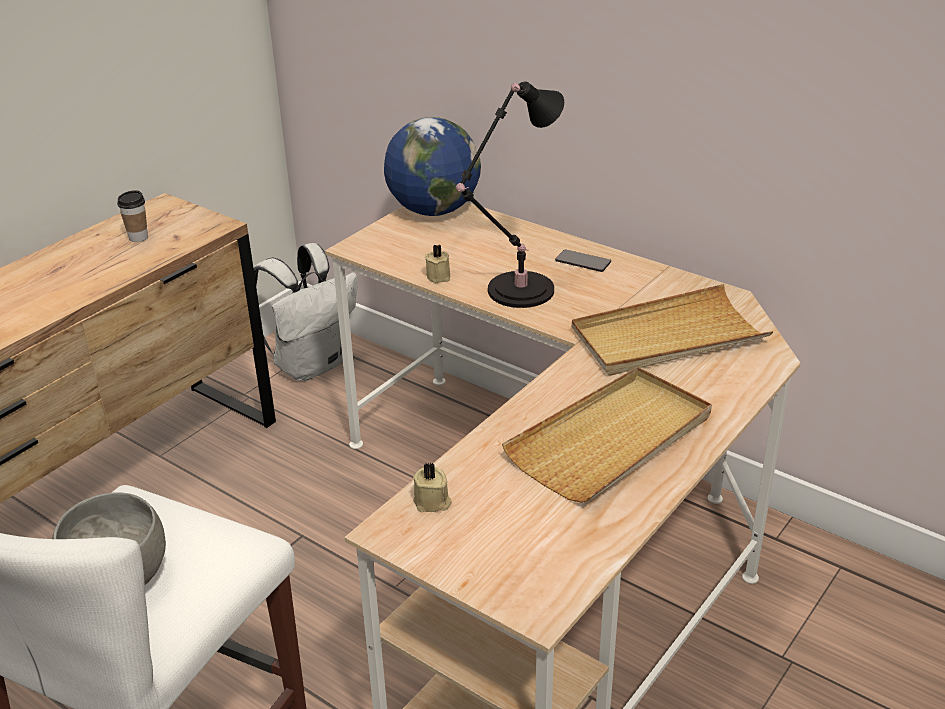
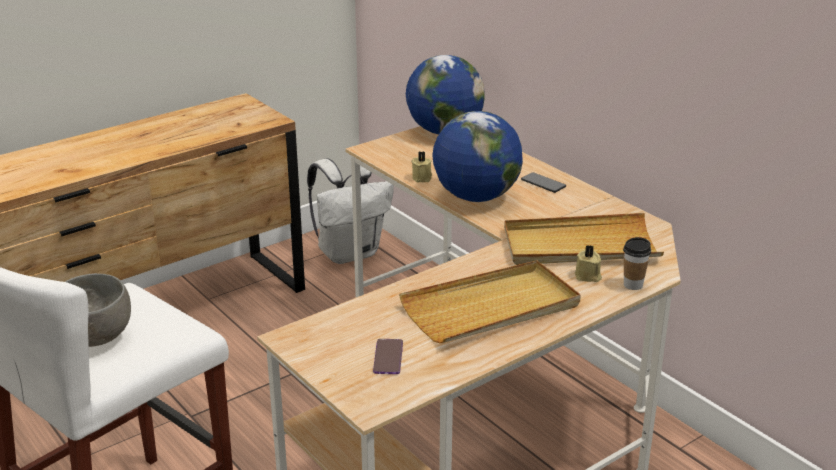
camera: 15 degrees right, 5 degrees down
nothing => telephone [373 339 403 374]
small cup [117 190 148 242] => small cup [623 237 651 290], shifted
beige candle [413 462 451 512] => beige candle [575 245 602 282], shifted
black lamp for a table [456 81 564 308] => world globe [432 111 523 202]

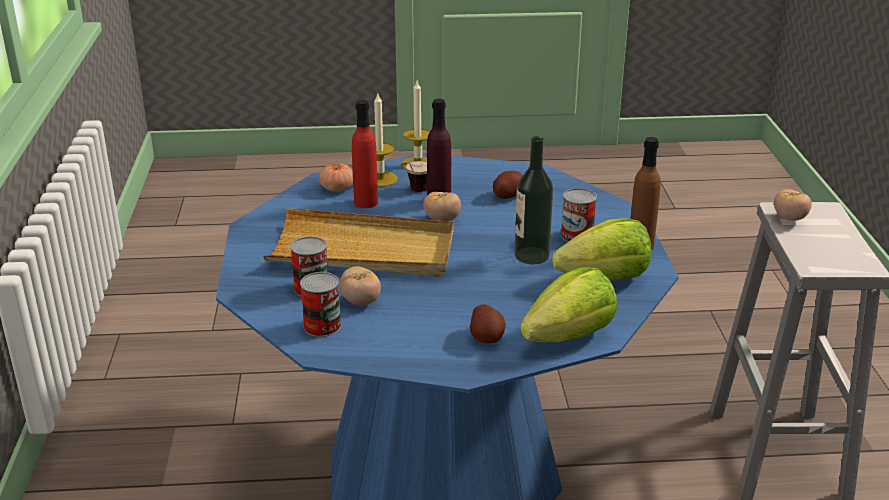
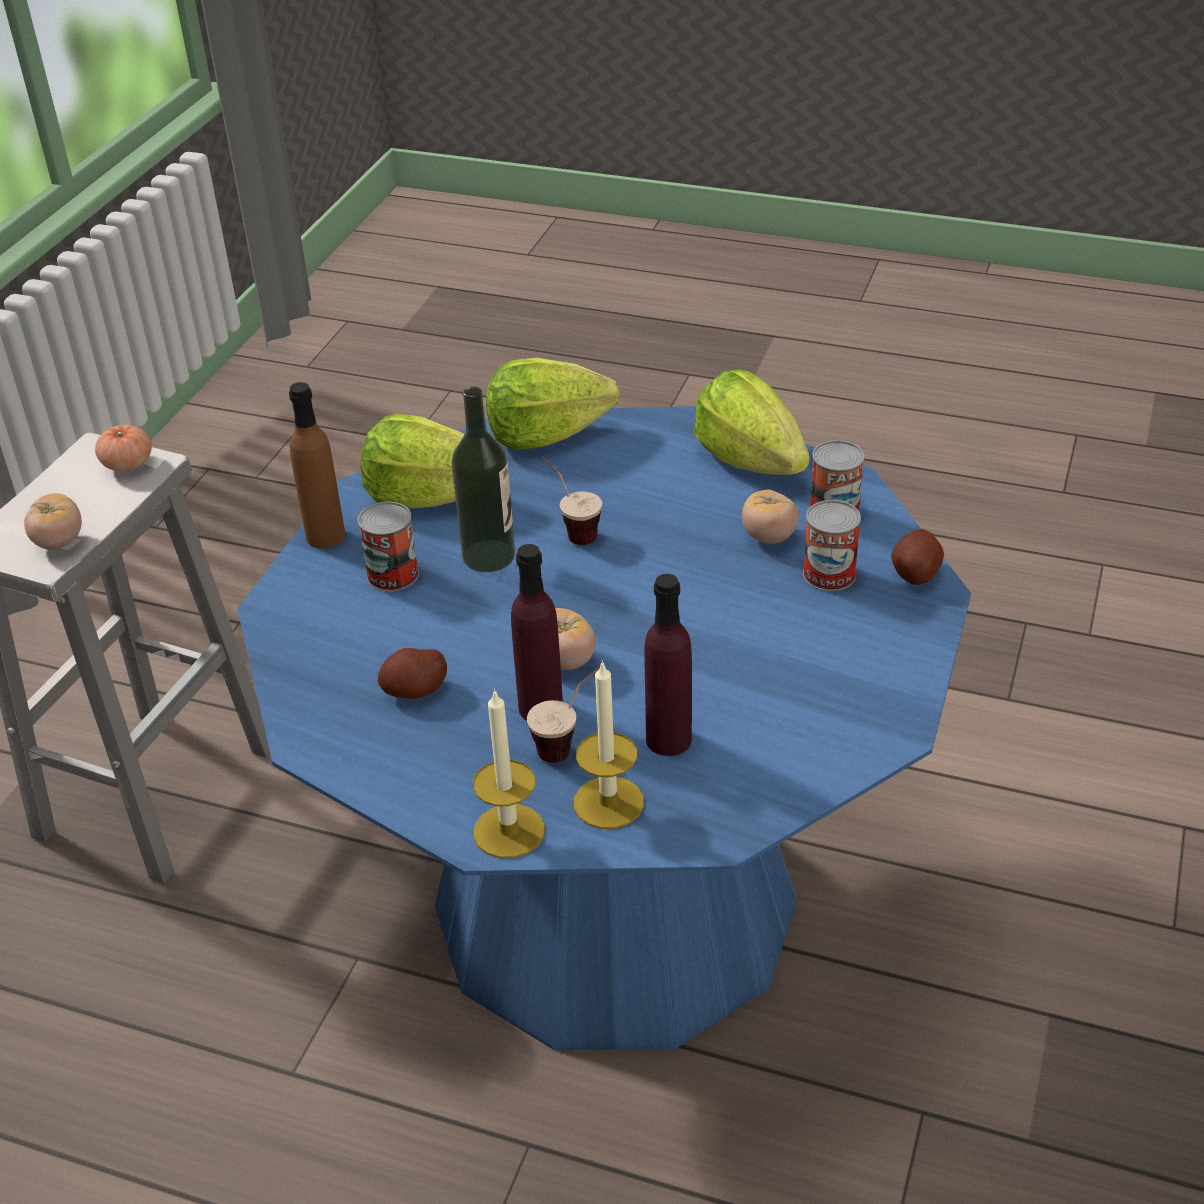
camera: 155 degrees left, 10 degrees up
beige serving tray [263 208 454 277] => nothing
nothing => small cup [542 456 602 545]
nothing => head of lettuce [693 369 810 475]
fresh tomato [319 163 353 192] => fresh tomato [95 425 152 471], shifted
spud [470 305 506 343] => spud [891 529 944 585], shifted
reddish bottle [352 100 378 208] => purple-coloured bottle [645 574 692 756]

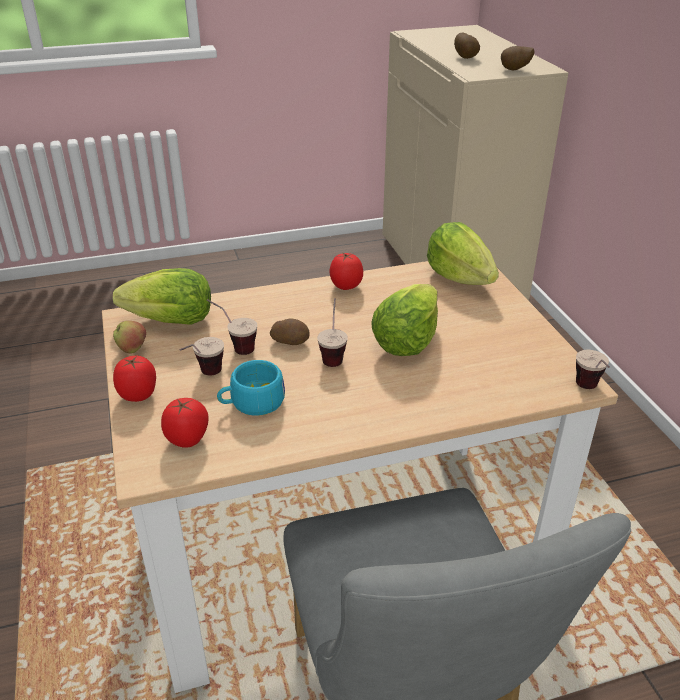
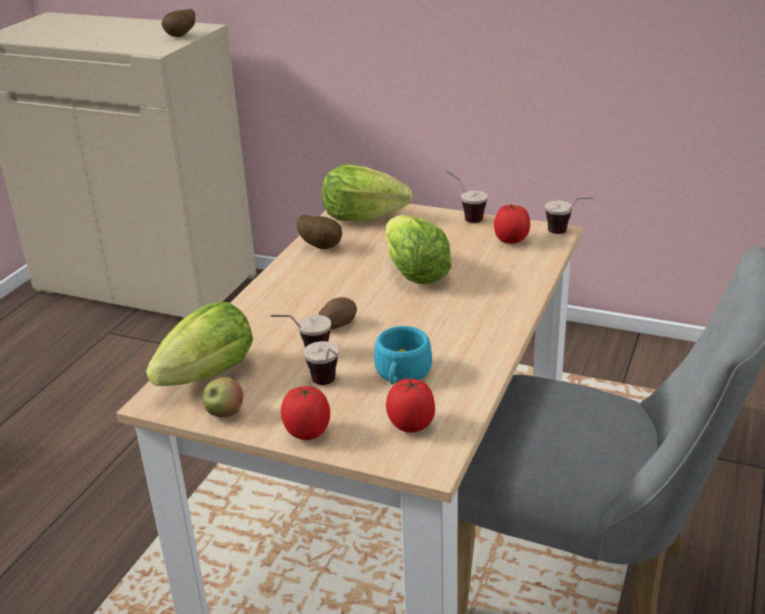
camera: 50 degrees left, 5 degrees down
small cup [317 298 348 367] => small cup [446 171 488 223], shifted
fresh tomato [329 252 363 290] => fresh tomato [494 204 530 244], shifted
spud [454 32 480 59] => spud [297 215 342 249], shifted

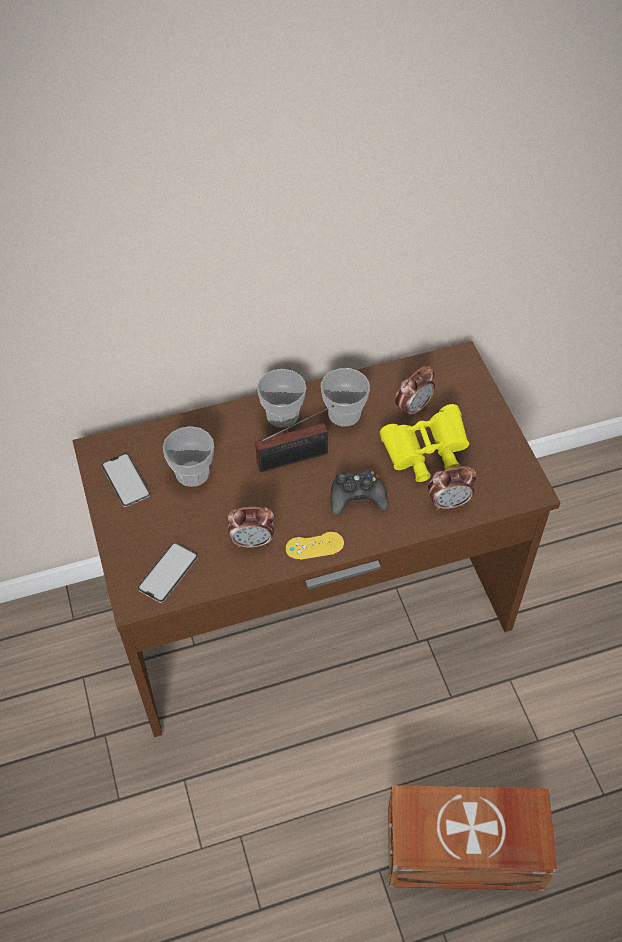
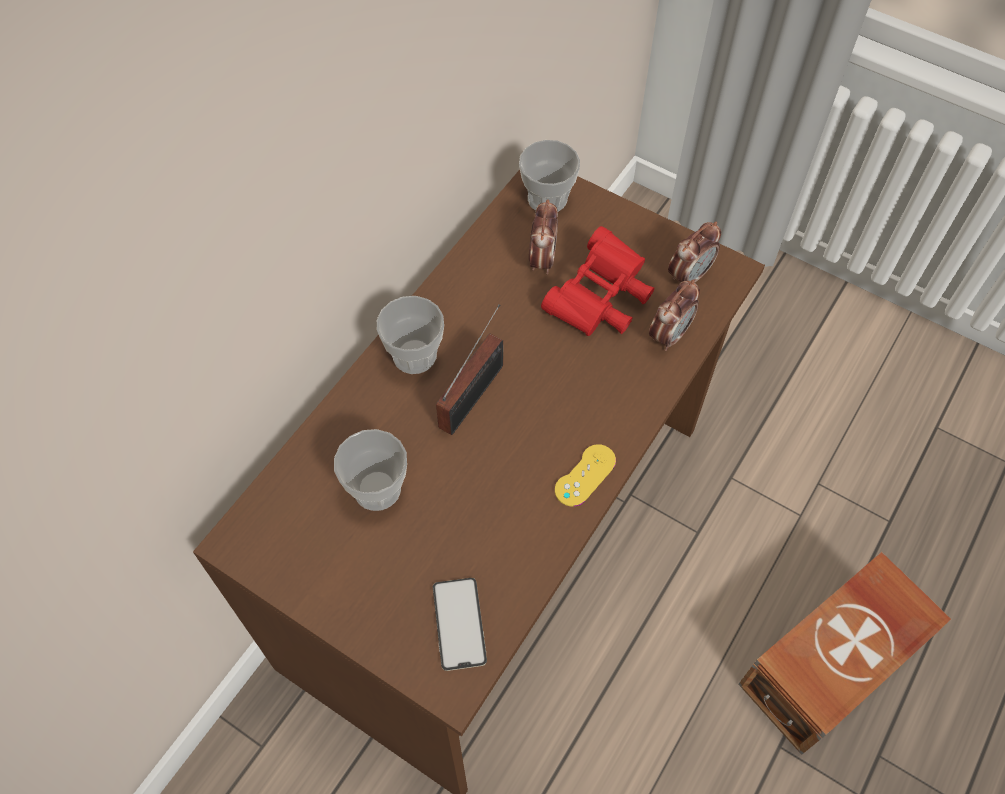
camera: 40 degrees left, 5 degrees up
telephone [101 453 151 507] => nothing
black game controller [330 470 389 515] => nothing
bedside clock [228 507 274 548] => bedside clock [668 221 721 282], shifted
small cup [321 368 370 426] => small cup [519 140 580 212], shifted
yellow pair of binoculars [380 404 469 482] => reddish pair of binoculars [541 226 654 336]

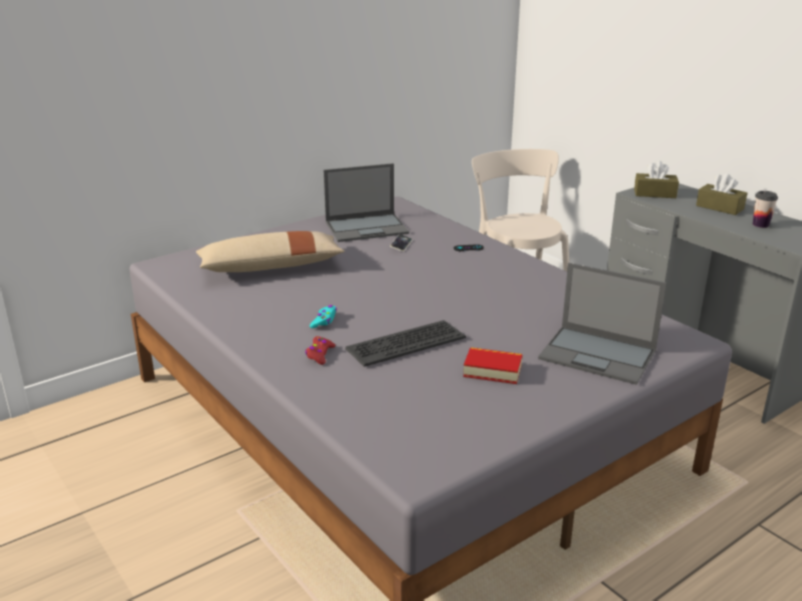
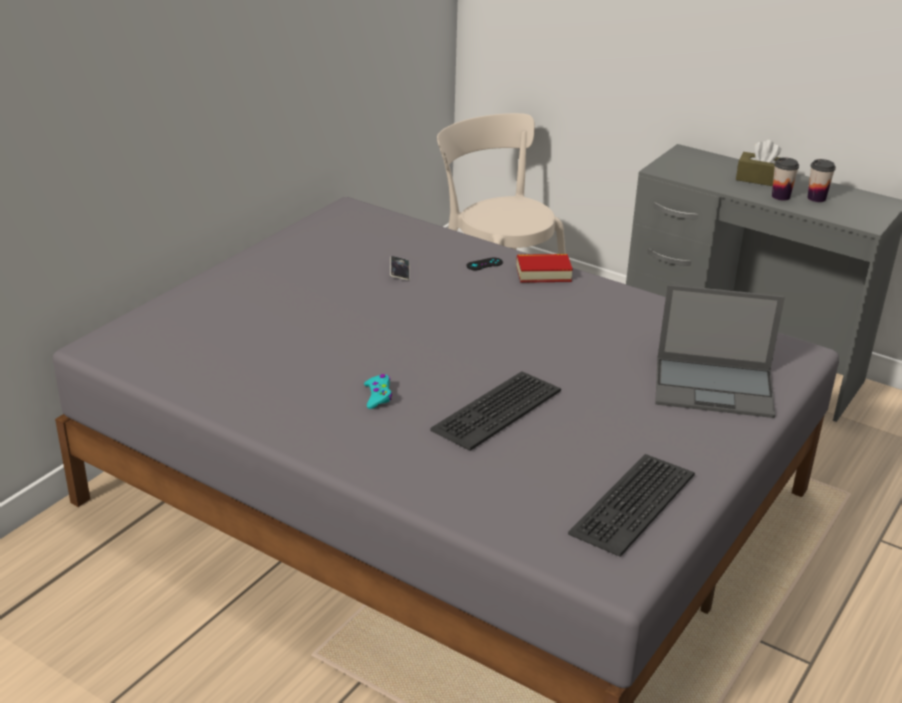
camera: 20 degrees left, 5 degrees up
beige cushion [196 231 345 272] => nothing
reddish game controller [305 336 335 365] => nothing
notebook computer [324 163 409 242] => nothing
brown tissue box [634 161 679 198] => nothing
nothing => PC keyboard [568 454 695 557]
nothing => small cup [772 157 799 201]
bound book [463 347 523 384] => bound book [516 254 573 283], shifted

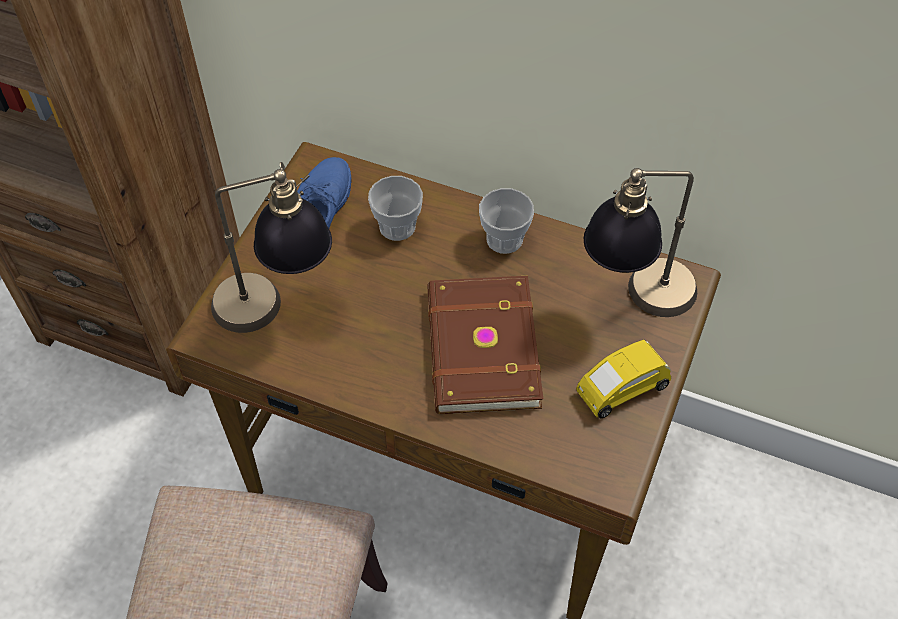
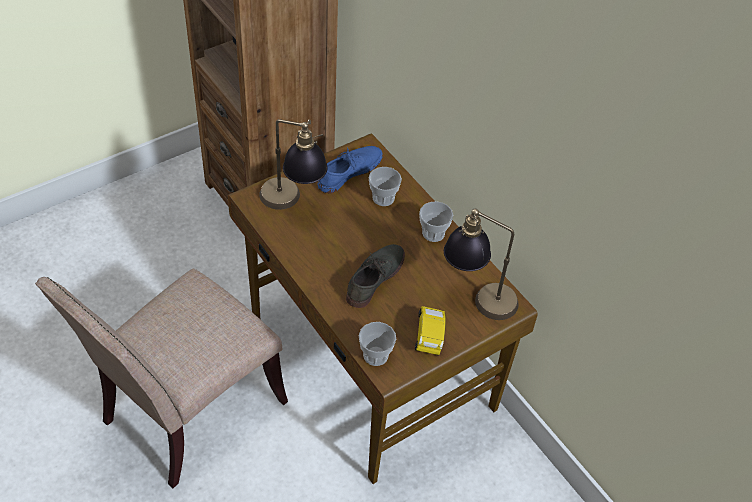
camera: 30 degrees right, 5 degrees down
nothing => small cup [359 322 396 366]
brown bound book [427 276 543 414] => gray item of footwear [346 244 405 308]
yellow toy car [576 339 671 418] => yellow toy car [415 306 446 356], 90 degrees clockwise

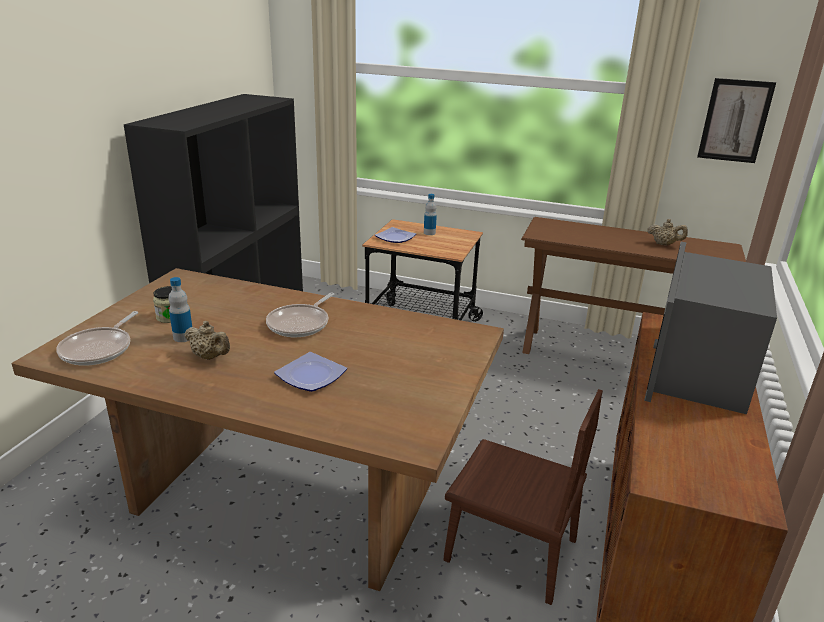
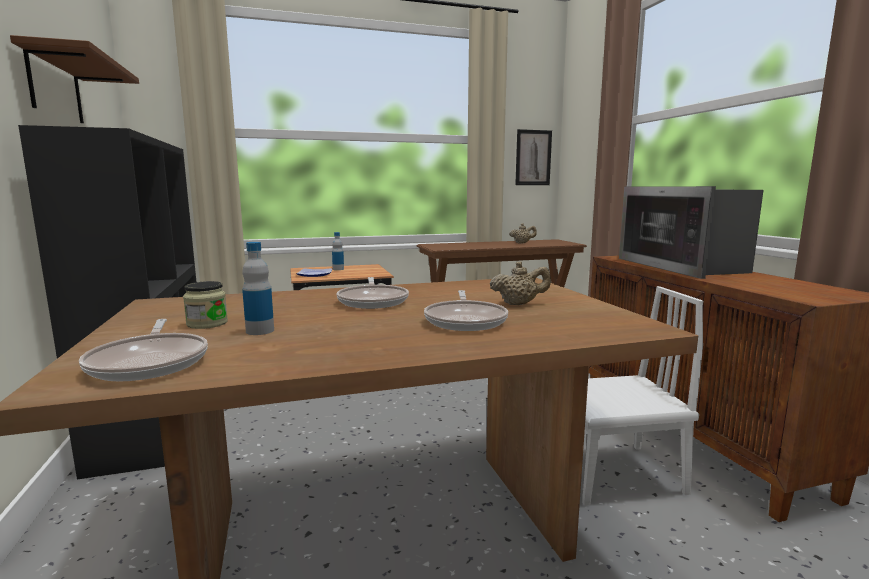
camera: 35 degrees left, 15 degrees down
nothing => brown bracket shelf [10 35 139 123]
beige tea pot [185 321 230 360] => beige tea pot [490 261 551 305], shifted
plate [274 352 347 392] => skillet [424 290 508 331]
brown chair [444 389 603 605] => white-coloured chair [582 286 703 506]

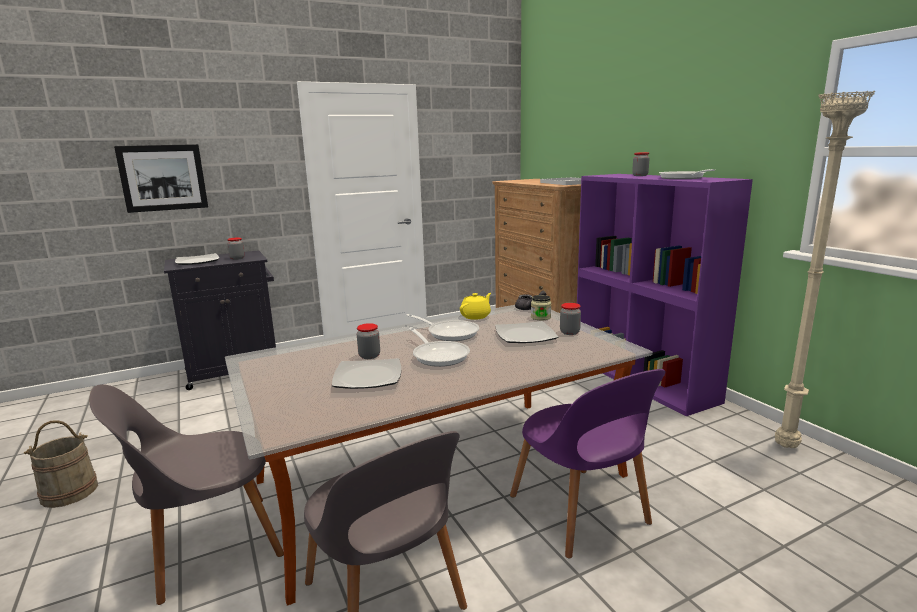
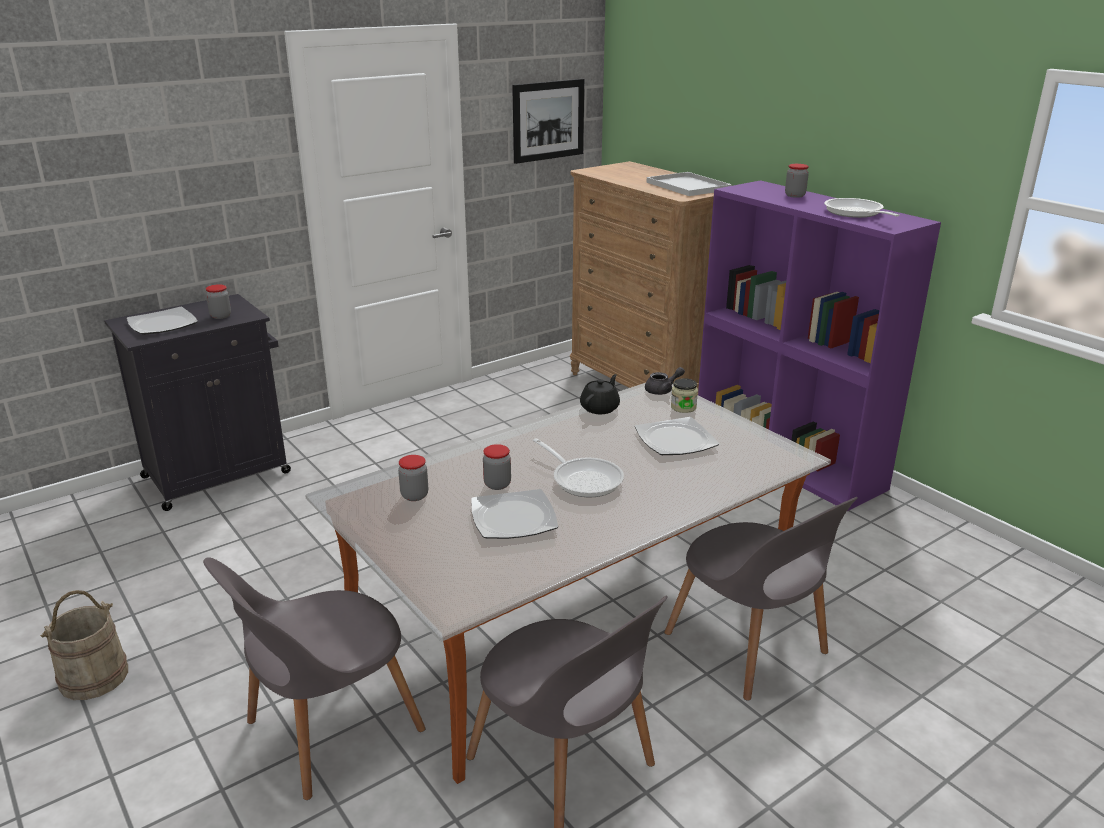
camera: 10 degrees left, 10 degrees up
skillet [406 314 479 341] => nothing
beige standard lamp [775 91 875 448] => nothing
wall picture [114 144 208 213] => wall picture [512 79 584 164], shifted
storage jar [560 303 581 335] => storage jar [398 455 428 501], shifted
yellow tea pot [460 293 491 320] => black tea pot [580 374 620 414]
purple-coloured chair [510 369 666 559] => gray chair [664 496 858 701]

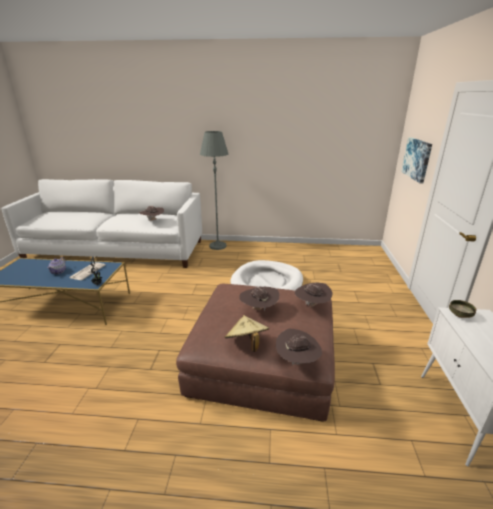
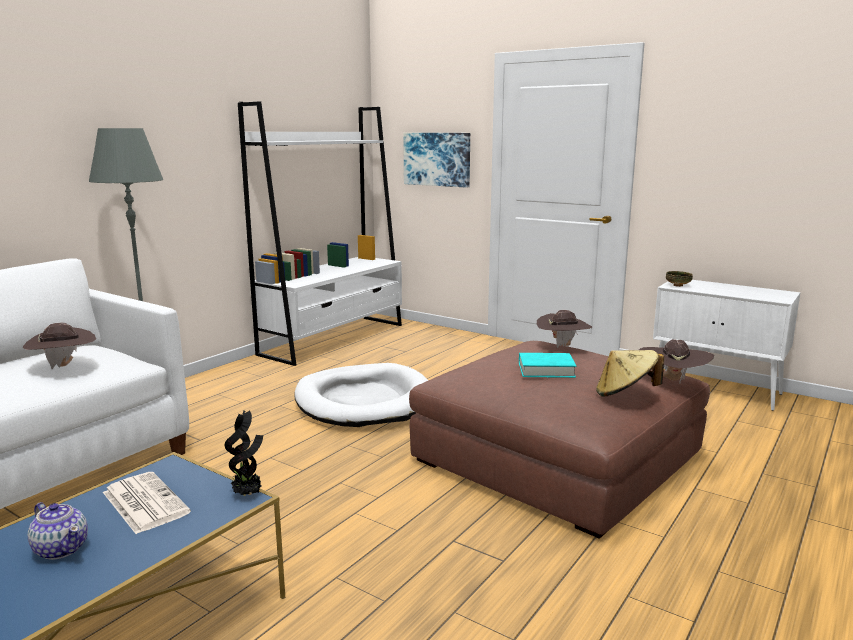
camera: 60 degrees left, 10 degrees down
nothing => white-coloured bookcase [238 101 402 366]
brown wearable hat [239 286 279 312] => turquoise-coloured bound book [519 353 576 378]

